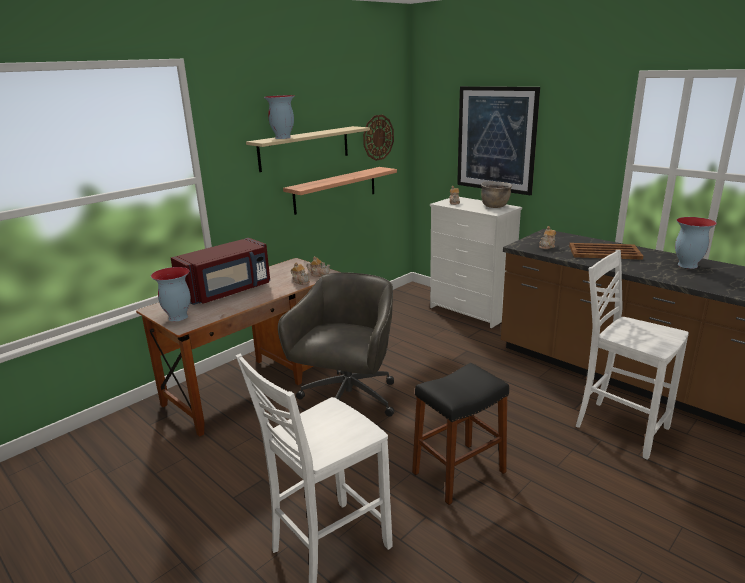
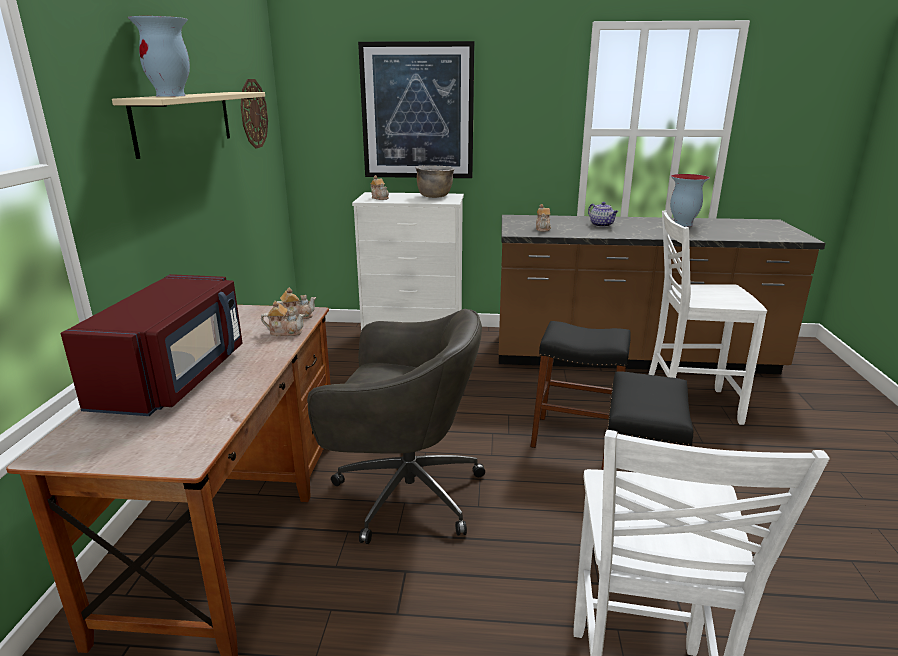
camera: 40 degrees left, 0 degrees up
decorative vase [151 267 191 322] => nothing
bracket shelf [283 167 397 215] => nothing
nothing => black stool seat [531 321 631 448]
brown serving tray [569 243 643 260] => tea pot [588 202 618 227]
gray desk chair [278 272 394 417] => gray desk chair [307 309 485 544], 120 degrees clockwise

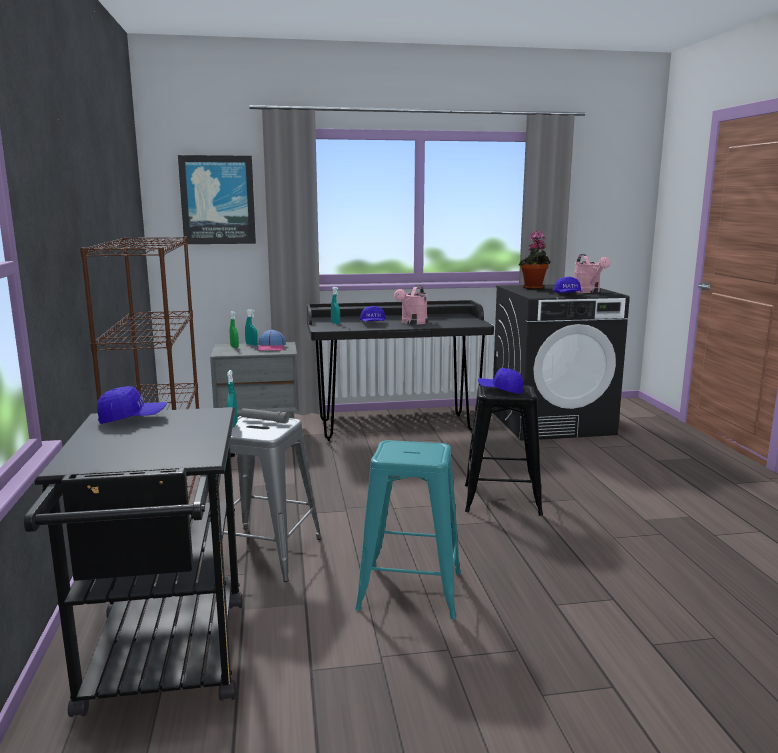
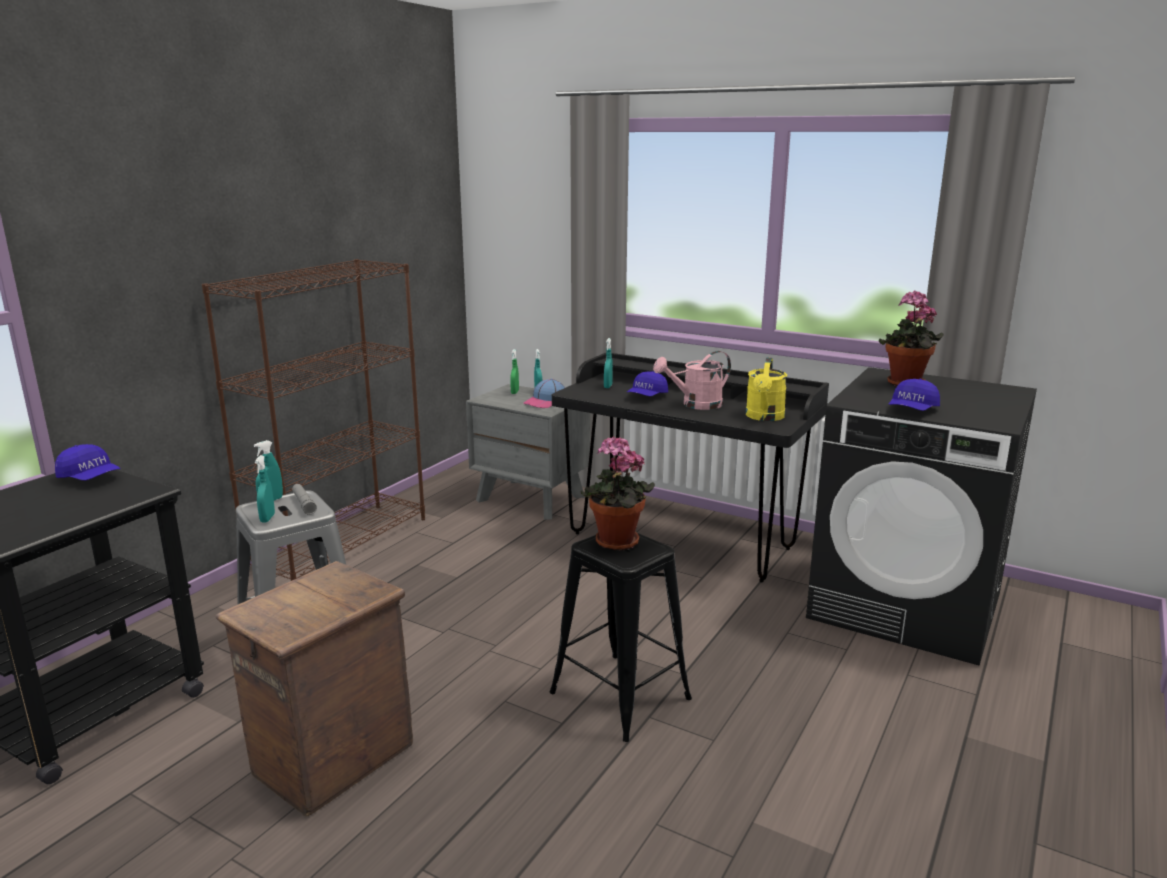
camera: 40 degrees right, 5 degrees up
wall picture [178 155 256 244] => nothing
pink-coloured sprinkling can [574 254 611 293] => nothing
nothing => turquoise-coloured hand sprayer [255 455 275 523]
nothing => yellow sprinkling can [746 357 787 421]
turquoise-coloured stool seat [355 440 461 619] => packing crate [216 561 413 817]
bluish peaked cap [478 368 524 394] => potted plant [581 436 655 551]

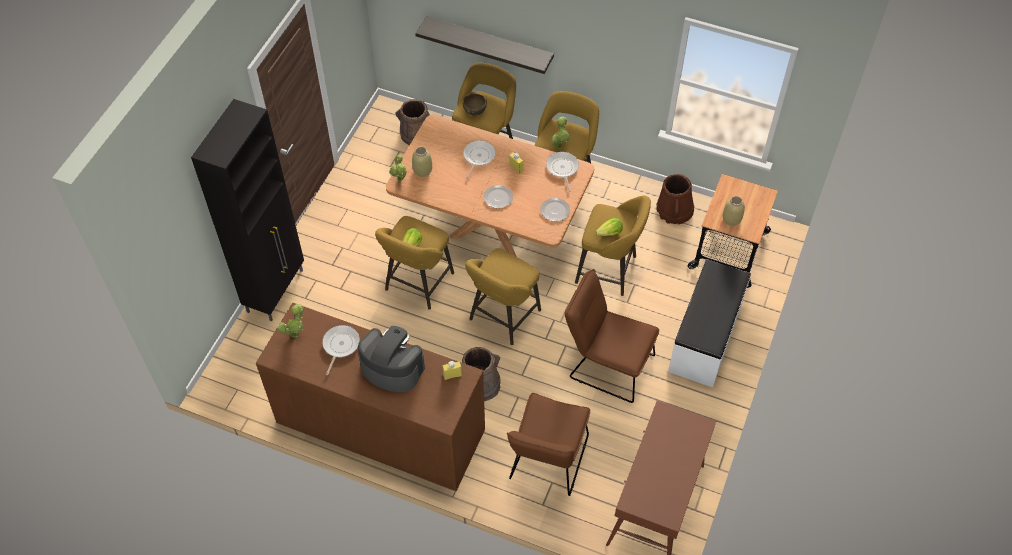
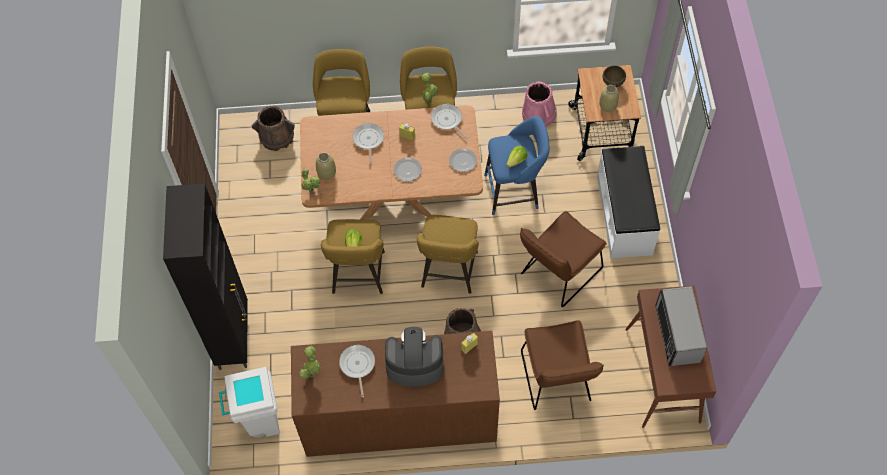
camera: 25 degrees left, 5 degrees up
bracket shelf [415 16 554 74] => nothing
nothing => white-coloured rubbish bin [219 367 280 437]
nothing => microwave oven [655 286 707 366]
brown deep dish [462 94 487 116] => brown deep dish [603 66 626 87], shifted
yellow stool seat [575 196 651 296] => bluish stool seat [484 116 549 215]
brown bucket [656 174 694 224] => pink-coloured bucket [522 81 557 126]
brown chair [565 269 659 403] => brown chair [520 211 607 307], 45 degrees counterclockwise

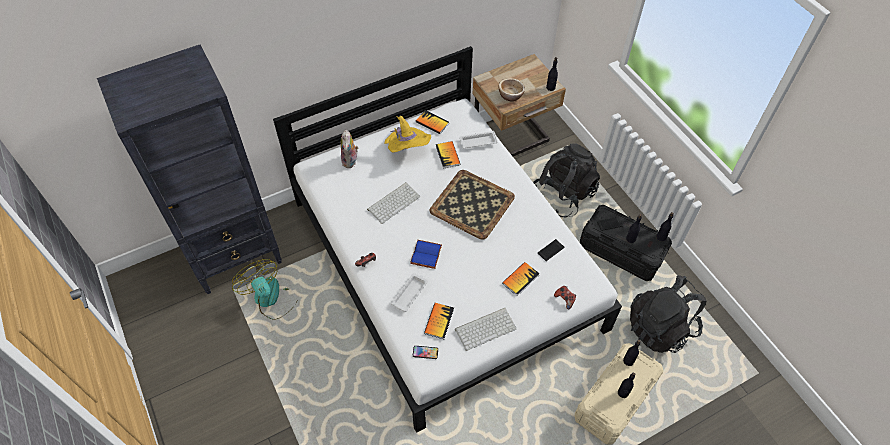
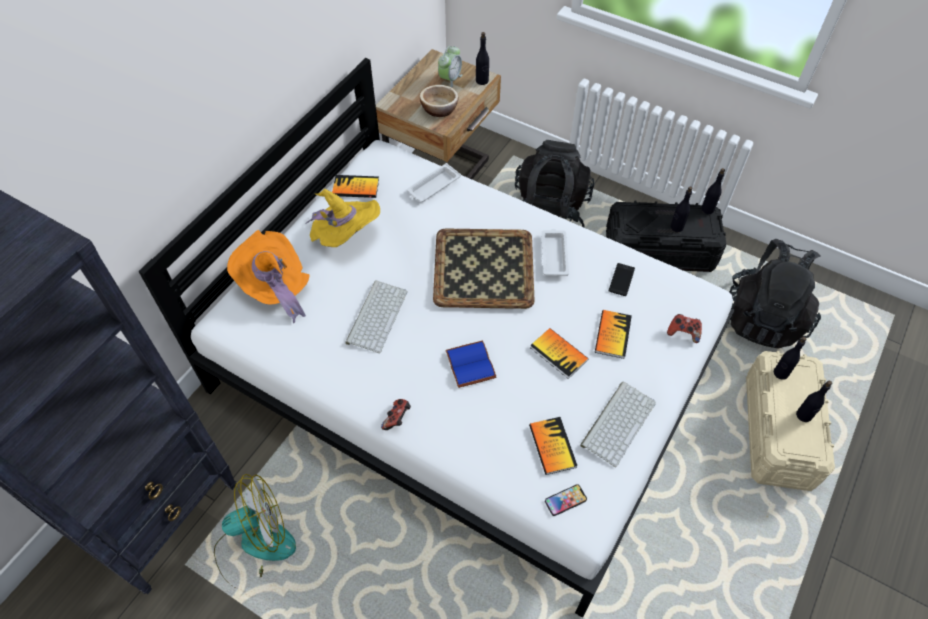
camera: 30 degrees left, 0 degrees up
nothing => bedside clock [438 46 462 87]
white-coloured serving tray [391 273 428 312] => white-coloured serving tray [541 229 569 276], shifted
bound book [436 141 460 169] => bound book [530 328 589 379], shifted
soft toy [341 130 359 168] => orangey wearable hat [227 230 309 323]
fan [232 259 295 320] => fan [214 474 296 587], 135 degrees clockwise

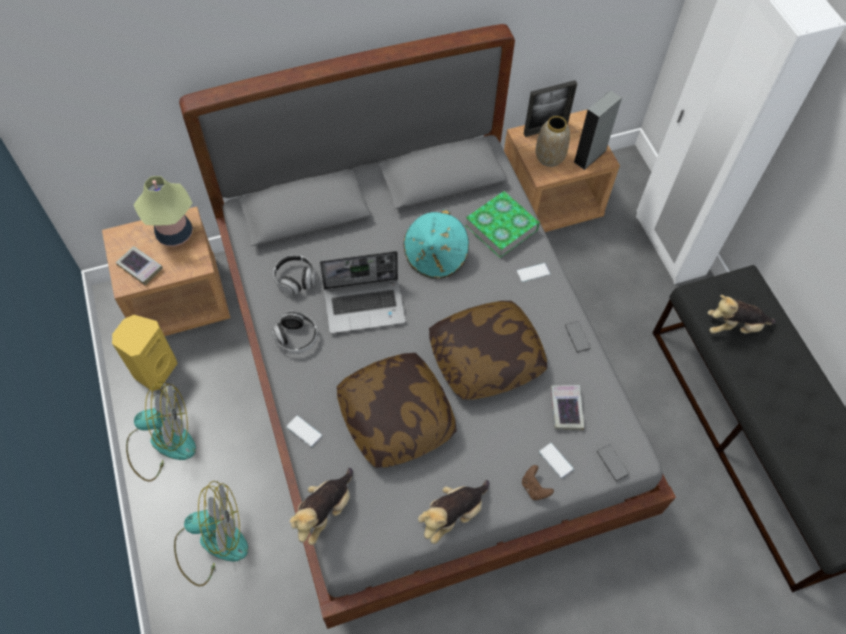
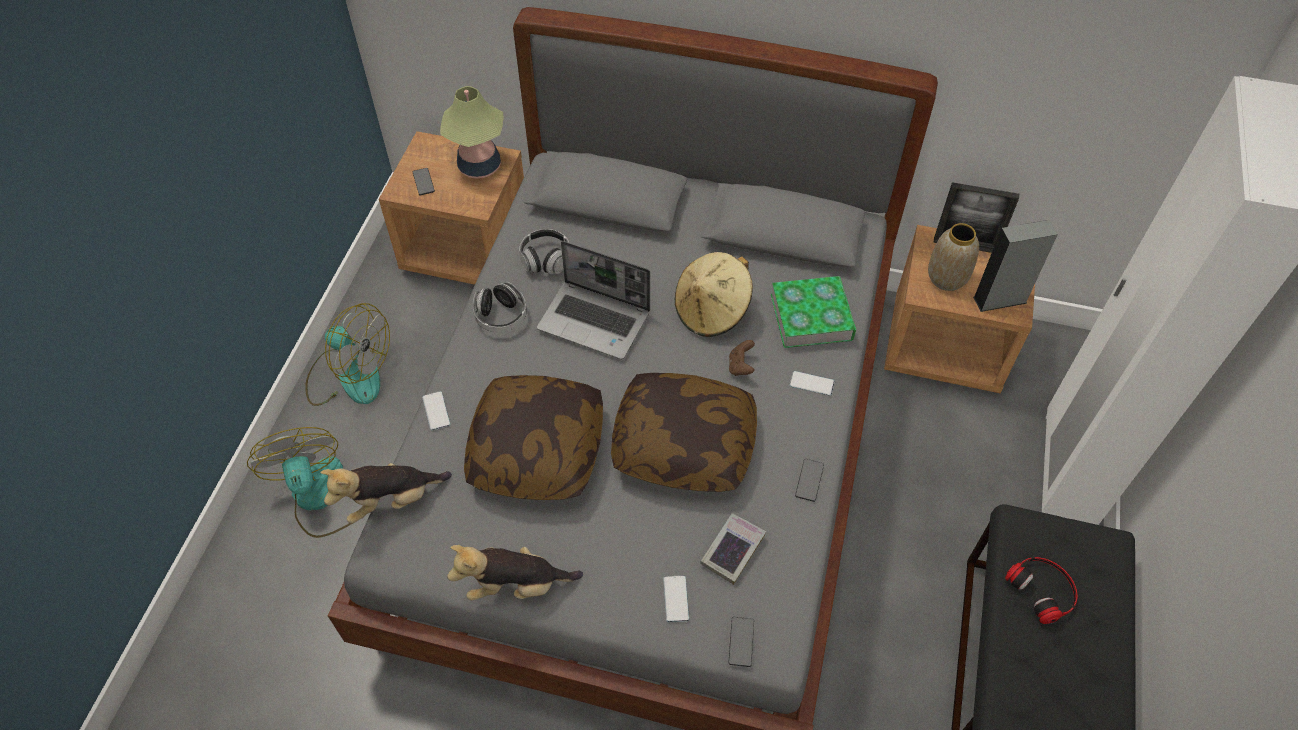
camera: 35 degrees right, 5 degrees down
yellow loudspeaker [112 315 178 391] => nothing
brown game controller [522 465 554 500] => brown game controller [729 340 755 376], shifted
bound book [116 246 163 285] => telephone [413 168 435 195]
soft toy [707 295 775 334] => headset [1005 557 1077 624]
turquoise-coloured wearable hat [404 209 469 279] => beige wearable hat [675 252 753 337]
fan [174 481 248 586] => fan [247 427 352 538], 135 degrees counterclockwise

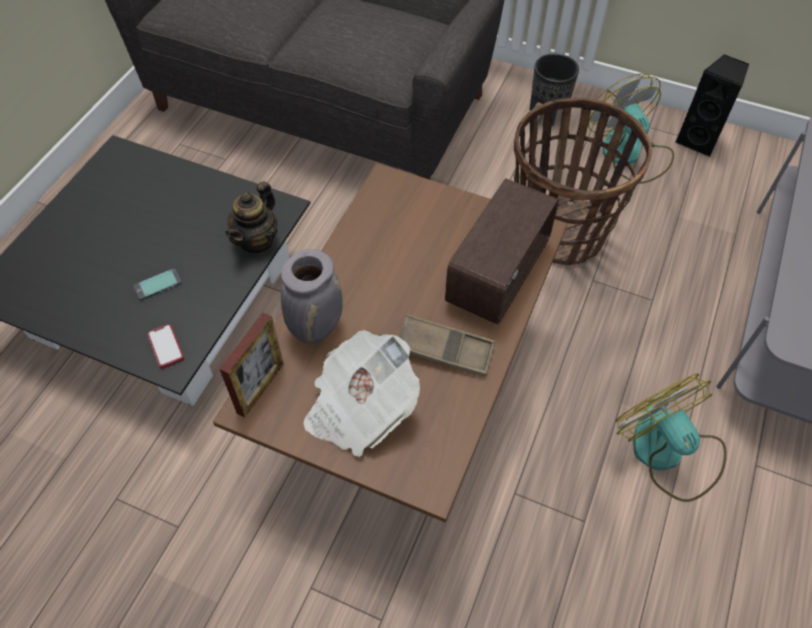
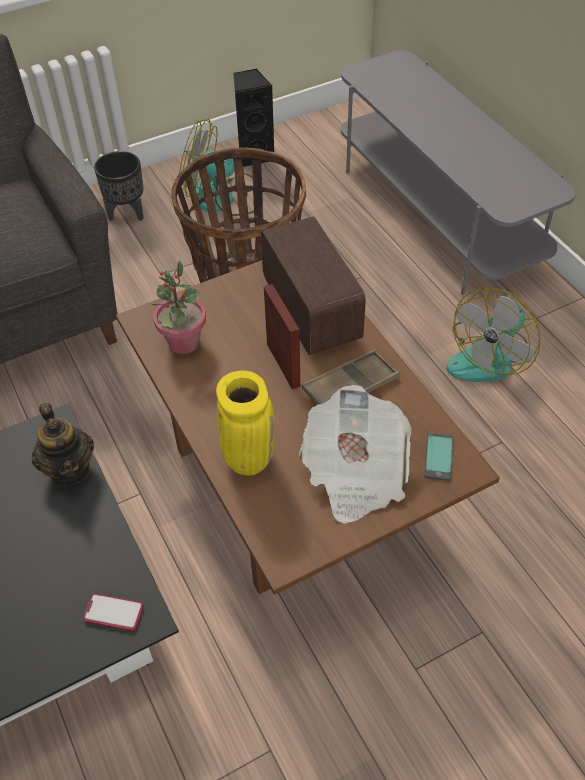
camera: 50 degrees left, 5 degrees down
nothing => potted plant [151 261 206 354]
telephone [133 268 181 301] => telephone [424 433 453 481], shifted
picture frame [220 312 284 418] => picture frame [264 284 300 389], shifted
gray decorative vase [281 249 343 344] => yellow decorative vase [216 370 274 476]
fan [616 373 727 502] => fan [446 288 540 382], 60 degrees counterclockwise

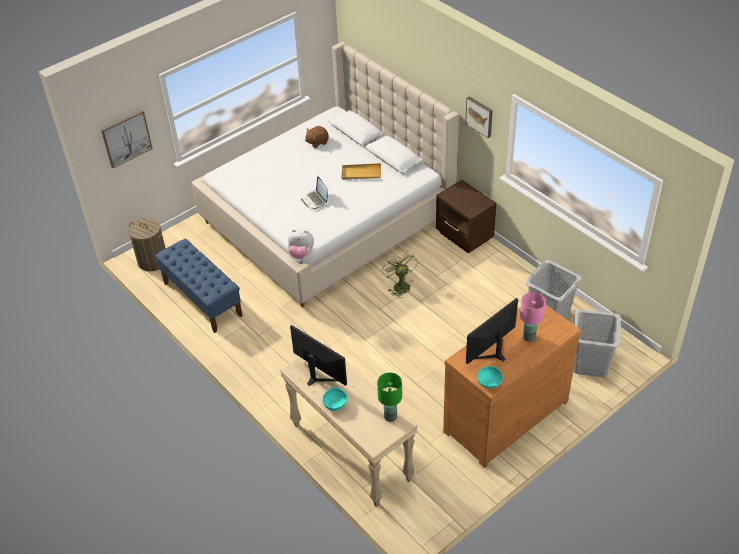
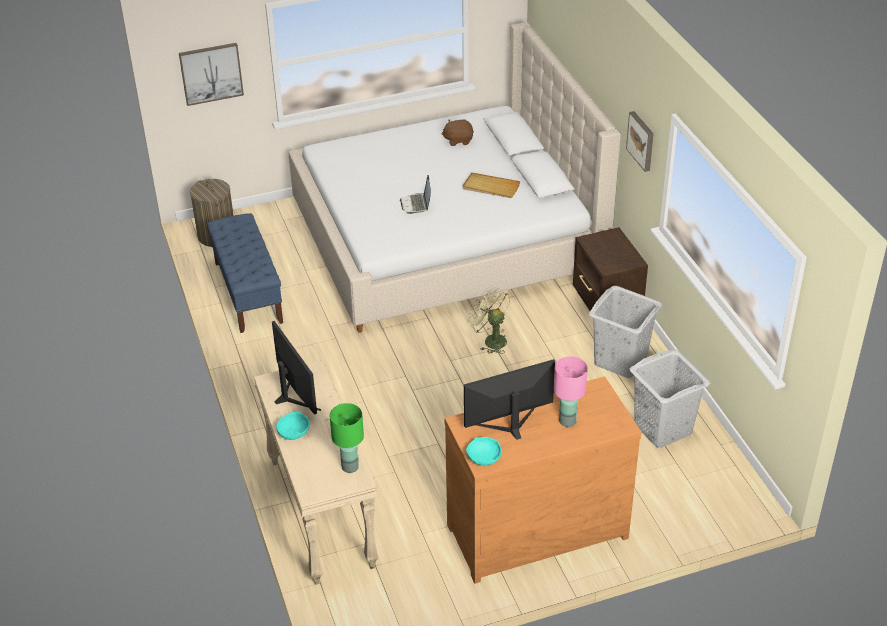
camera: 20 degrees right, 5 degrees down
soft toy [288 229 314 259] => nothing
gray laundry basket [573 309 621 377] => gray laundry basket [589 286 662 378], shifted
green-coloured fan [381 250 418 298] => green-coloured fan [468 288 510 354], 45 degrees counterclockwise

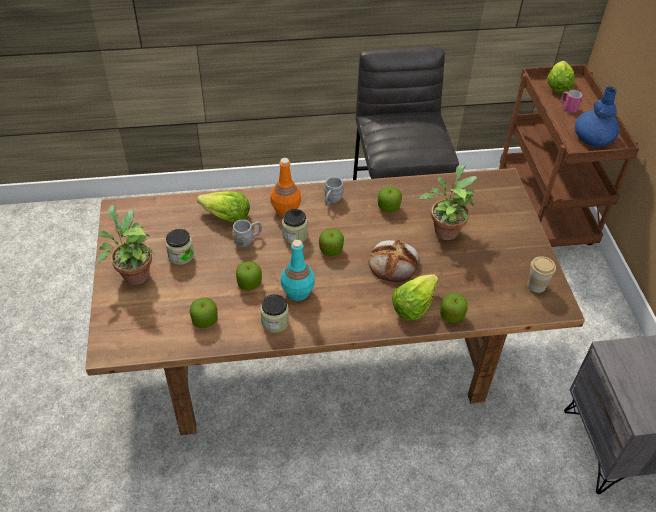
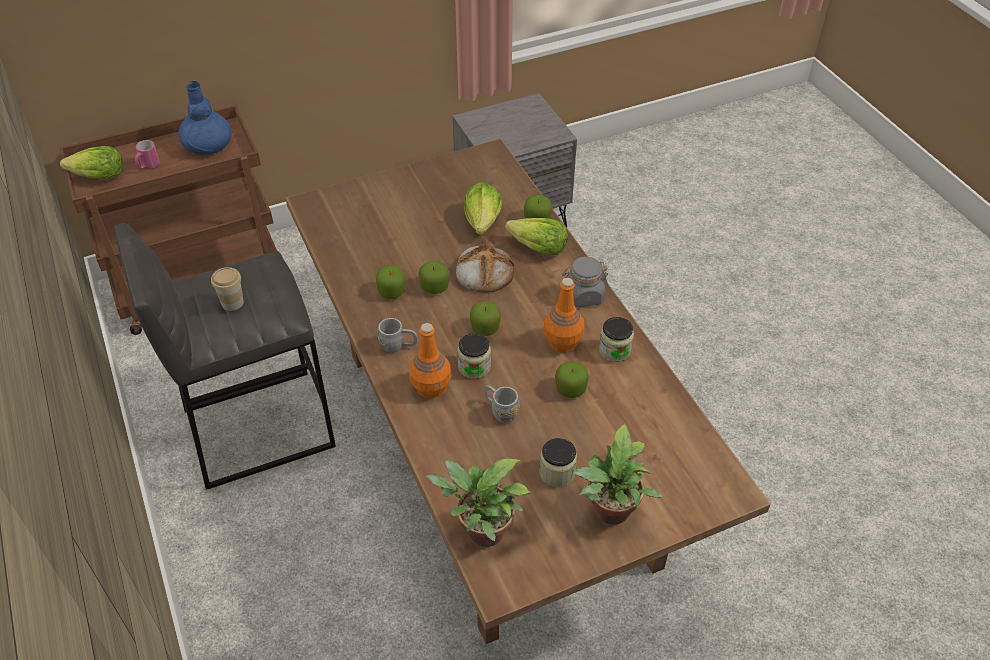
camera: 105 degrees left, 0 degrees up
nothing => gray storage jar [562 257 608 307]
whole apple [190 298 217 328] => whole apple [418 261 450 294], shifted
head of lettuce [197 191 250 223] => head of lettuce [464 182 502 235], shifted
potted plant [420 163 478 240] => potted plant [425 459 531 547], shifted
small cup [527 256 556 293] => small cup [211 267 244 311], shifted
turquoise-coloured bottle [281 240 315 301] => orangey bottle [543 278 585 352]

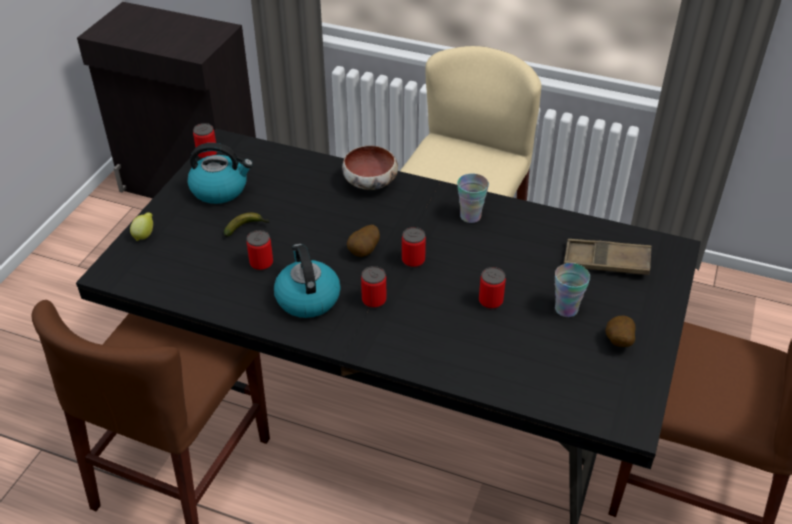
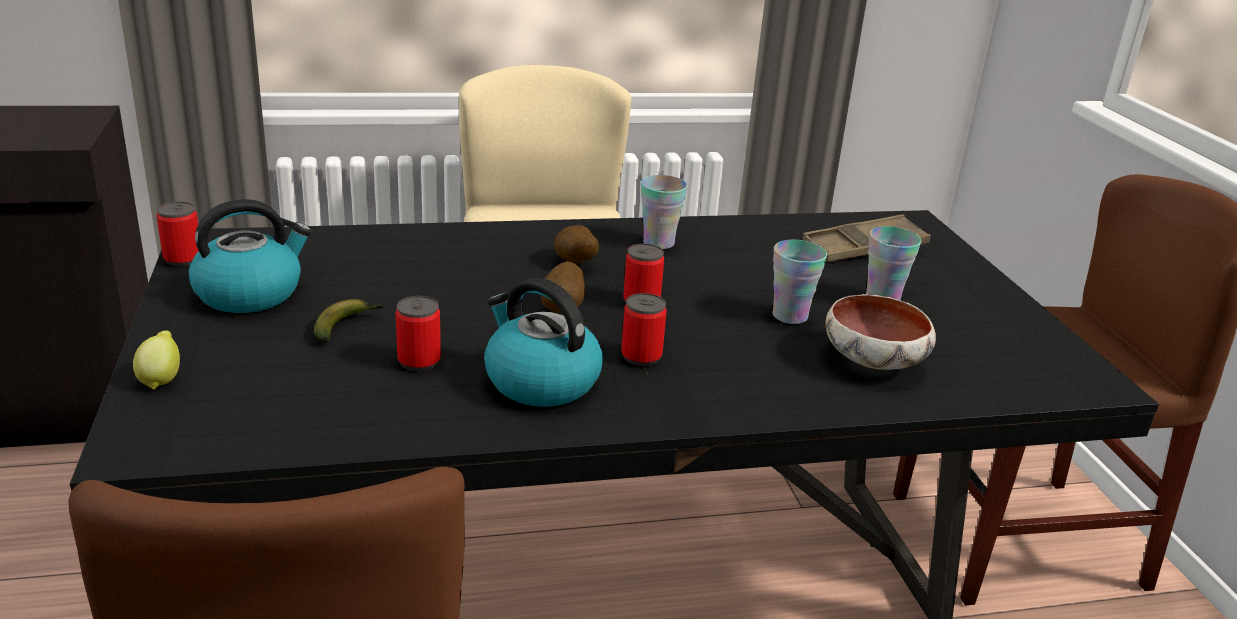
camera: 35 degrees left, 15 degrees down
deep dish [342 146 398 190] => deep dish [826 294 936 370], shifted
spud [605 315 635 347] => spud [554 225 599 263], shifted
sealed can [479 267 506 309] => small cup [773 240 827 324]

